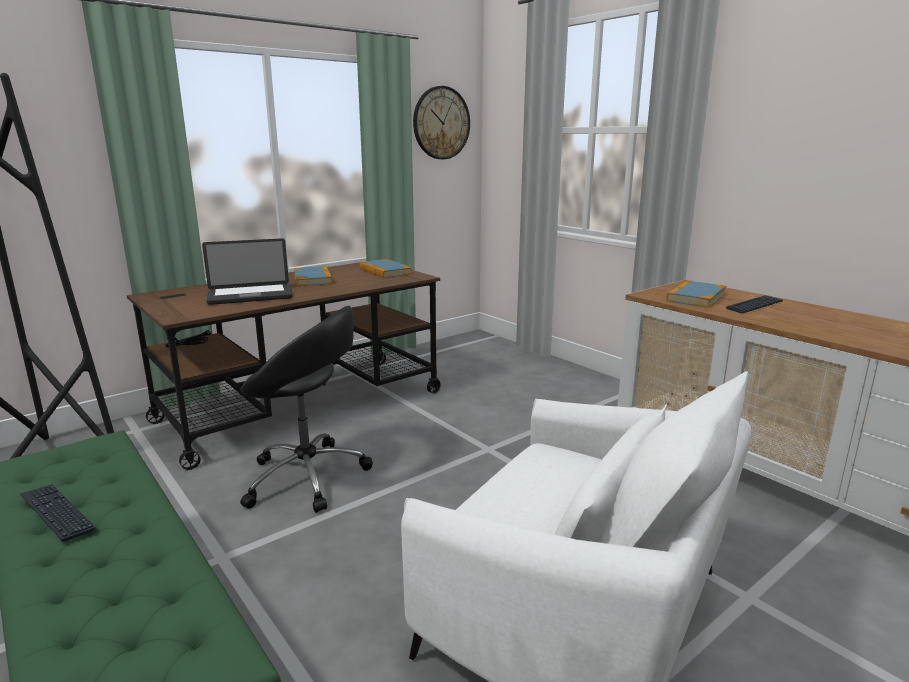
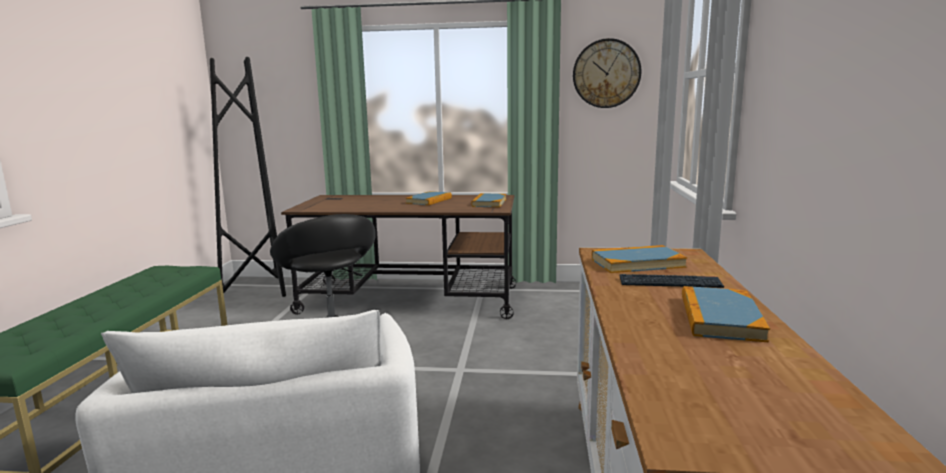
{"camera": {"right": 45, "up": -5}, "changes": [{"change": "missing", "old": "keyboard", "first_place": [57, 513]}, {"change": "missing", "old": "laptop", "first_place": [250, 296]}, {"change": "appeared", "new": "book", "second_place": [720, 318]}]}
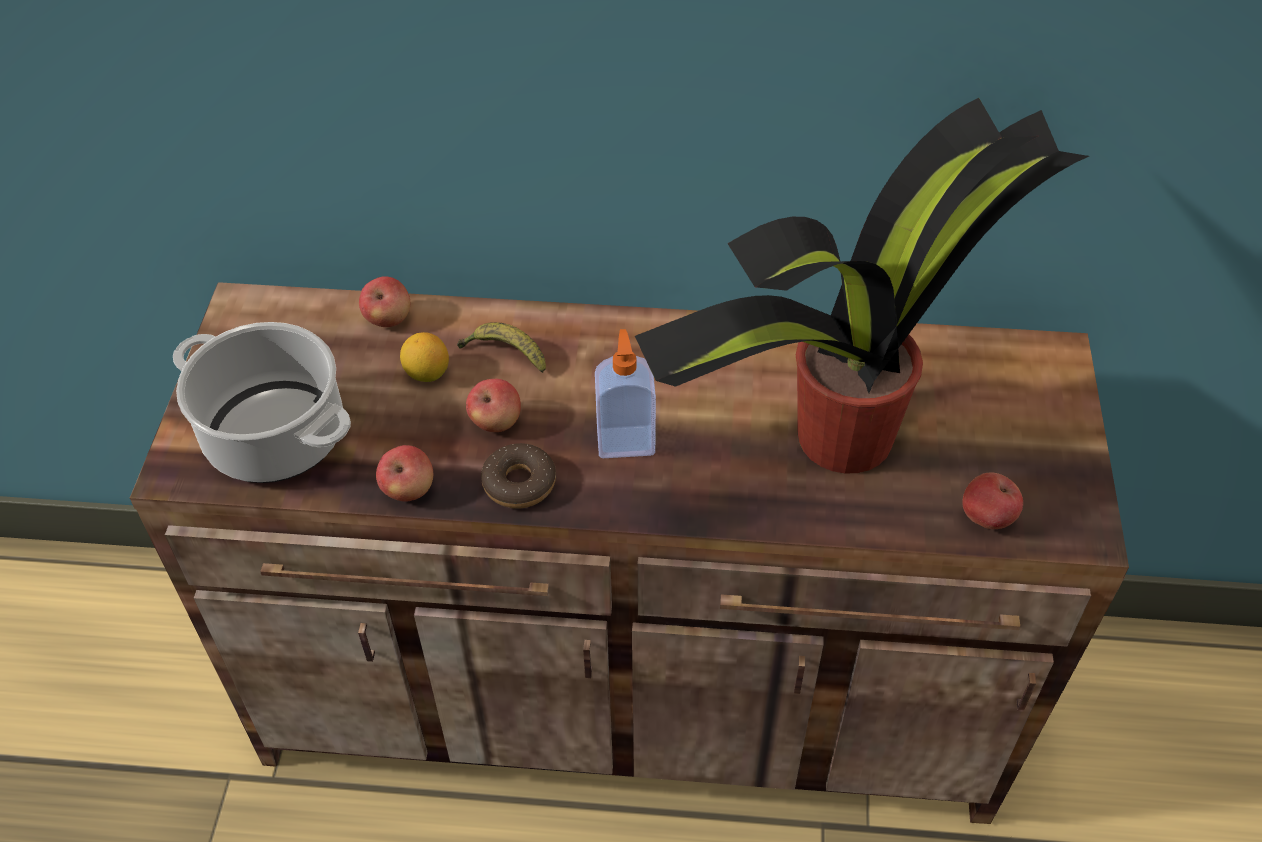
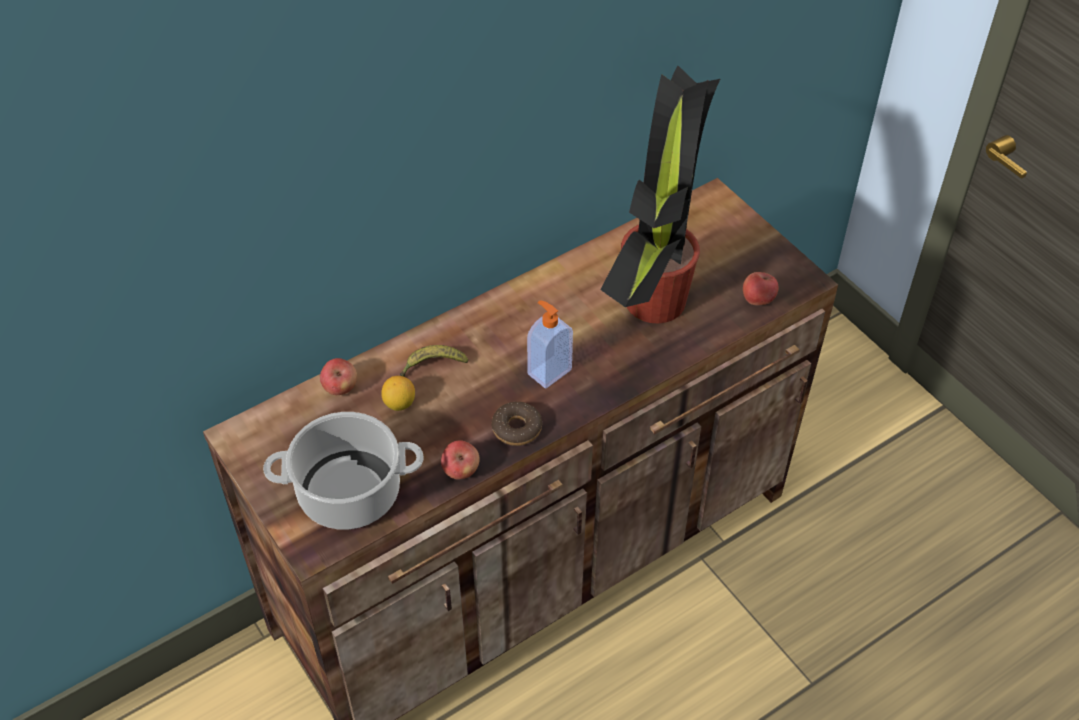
{"camera": {"right": -40, "up": 0}, "changes": [{"change": "missing", "old": "apple", "first_place": [496, 422]}]}
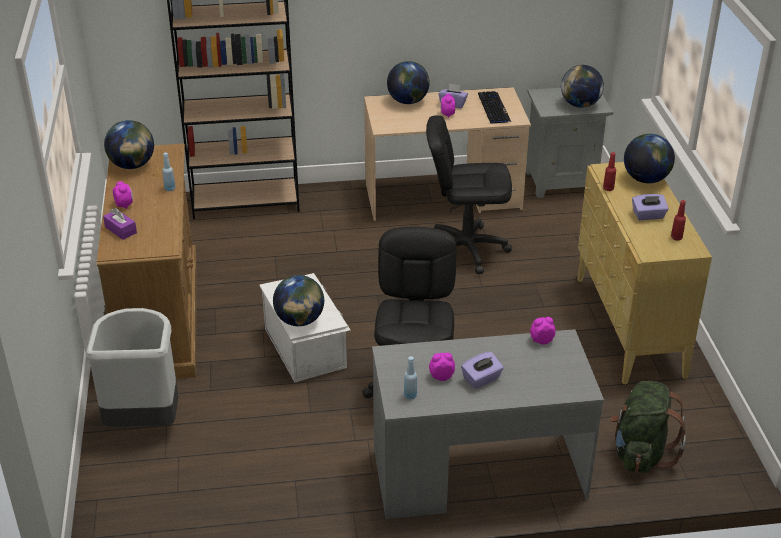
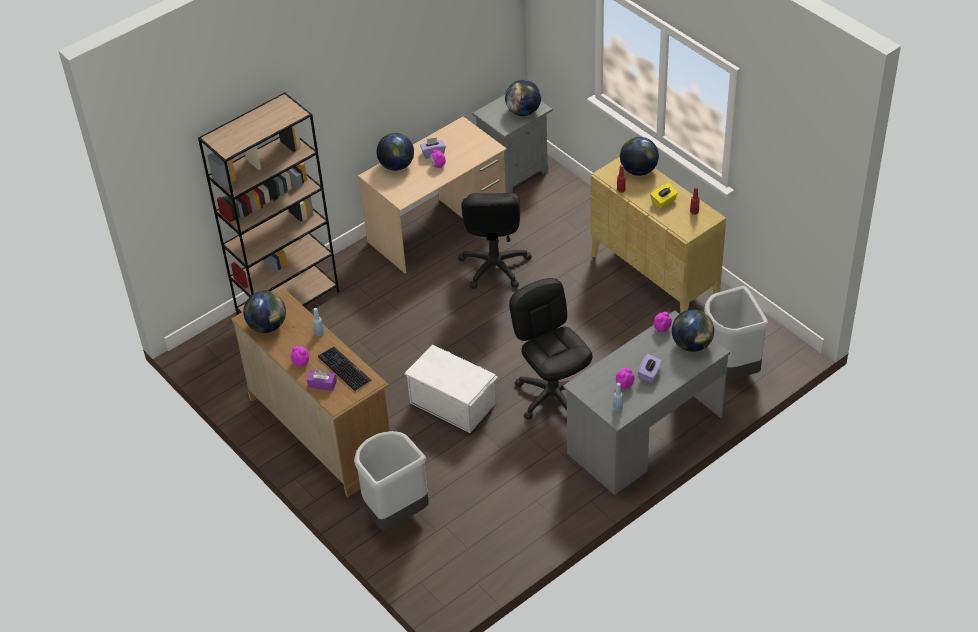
{"camera": {"right": -30, "up": 10}, "changes": [{"change": "relocated", "old": "globe", "first_place": [300, 320], "second_place": [692, 345]}, {"change": "relocated", "old": "keyboard", "first_place": [493, 108], "second_place": [344, 369]}, {"change": "exchanged", "old": "green backpack", "new": "grey trash can", "first_place": [640, 453], "second_place": [729, 369]}, {"change": "colour", "old": "purple tissue box", "new": "yellow tissue box", "first_place": [648, 215], "second_place": [663, 201]}, {"change": "spun", "old": "black office chair", "first_place": [466, 249], "second_place": [494, 266], "degrees": -60}]}
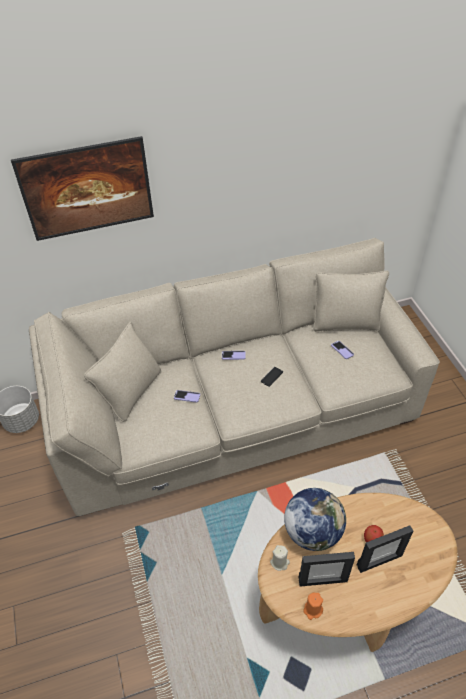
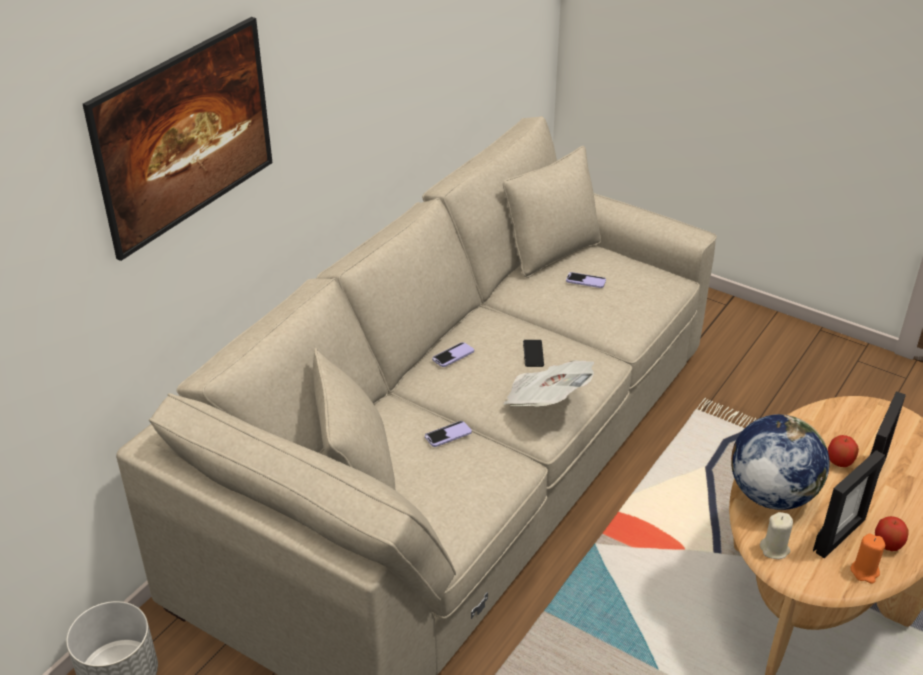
{"camera": {"right": -40, "up": -10}, "changes": [{"change": "appeared", "new": "newspaper", "second_place": [546, 401]}, {"change": "appeared", "new": "apple", "second_place": [887, 544]}]}
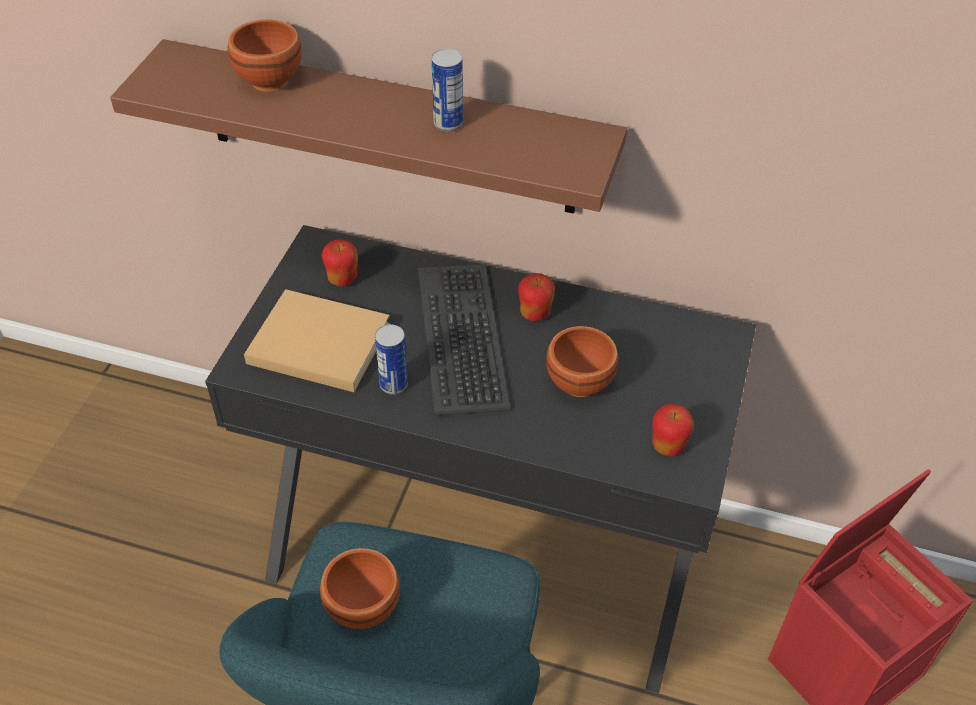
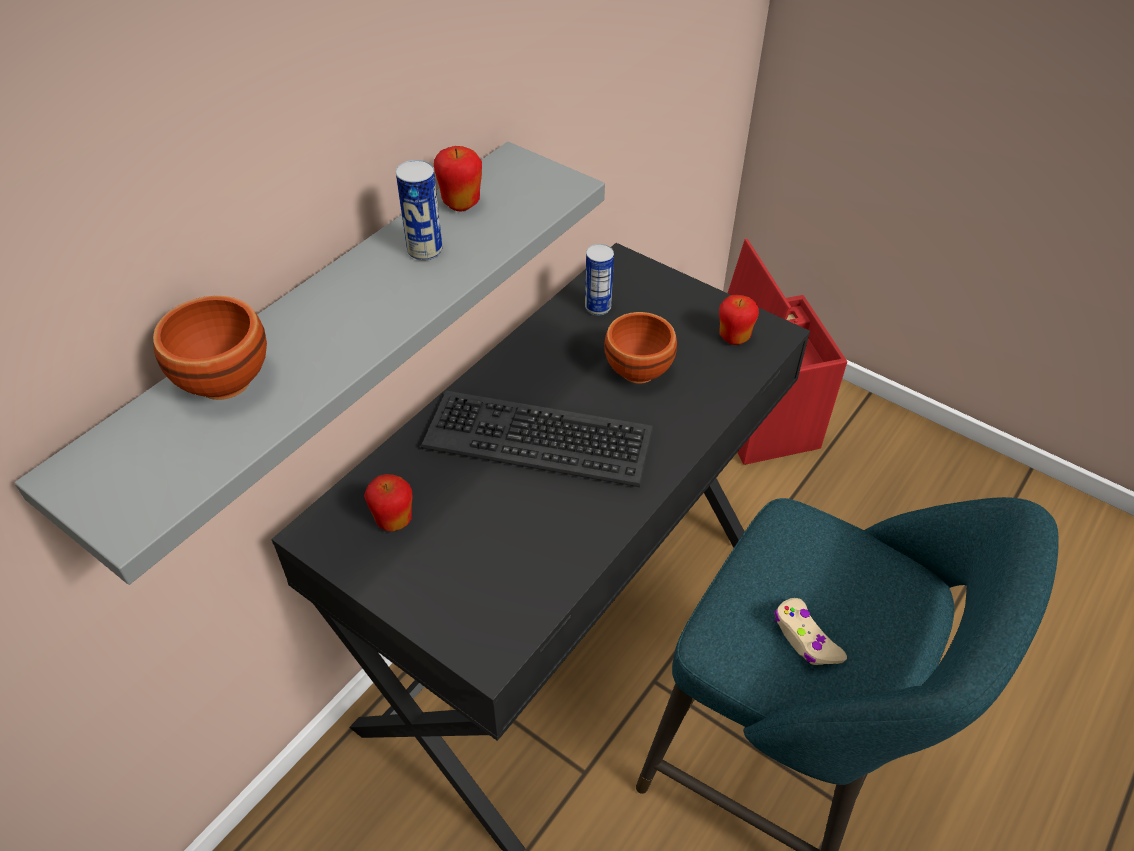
{"camera": {"right": -70, "up": 0}, "changes": [{"change": "missing", "old": "beige book", "first_place": [315, 343]}, {"change": "relocated", "old": "can", "first_place": [393, 385], "second_place": [598, 307]}, {"change": "relocated", "old": "apple", "first_place": [535, 314], "second_place": [461, 203]}, {"change": "exchanged", "old": "brown bowl", "new": "beige game controller", "first_place": [363, 605], "second_place": [805, 638]}, {"change": "colour", "old": "brown shelf", "new": "grey shelf", "first_place": [388, 128], "second_place": [318, 337]}]}
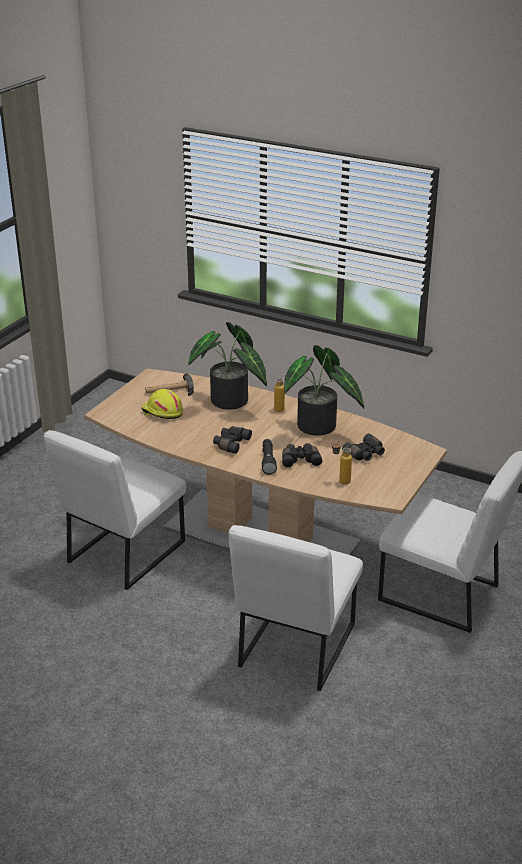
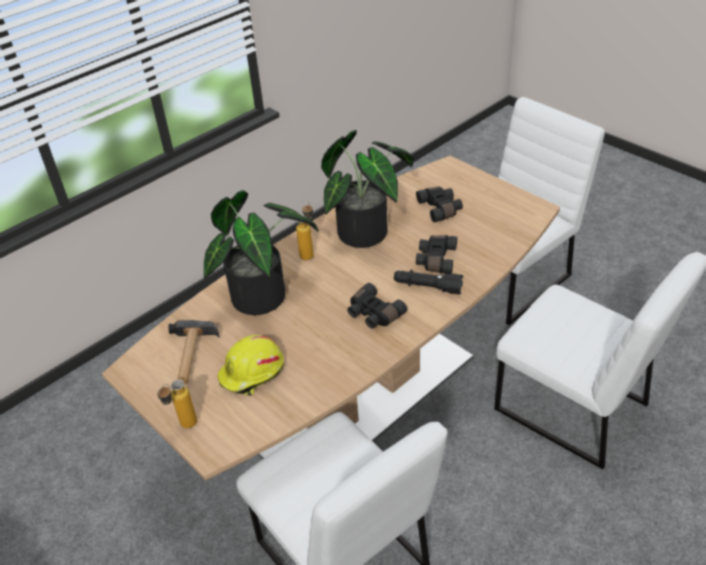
{"camera": {"right": -70, "up": 10}, "changes": [{"change": "relocated", "old": "bottle", "first_place": [340, 480], "second_place": [183, 427]}]}
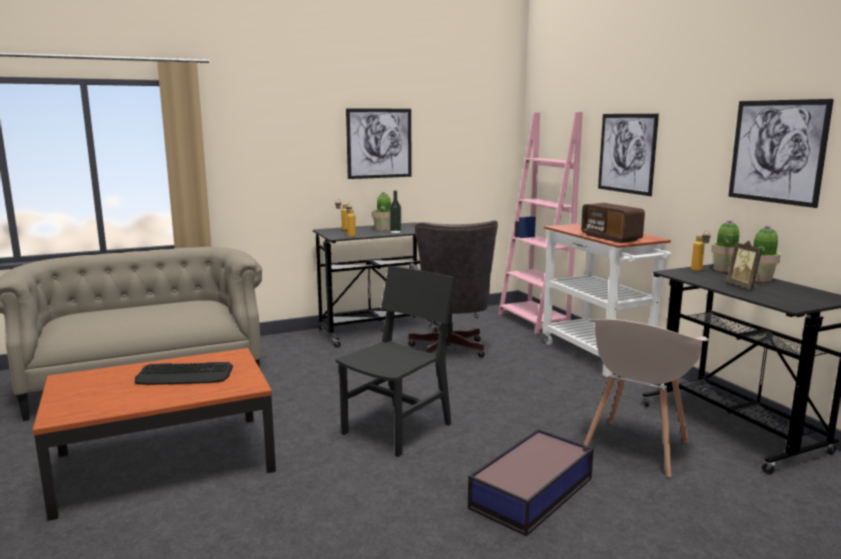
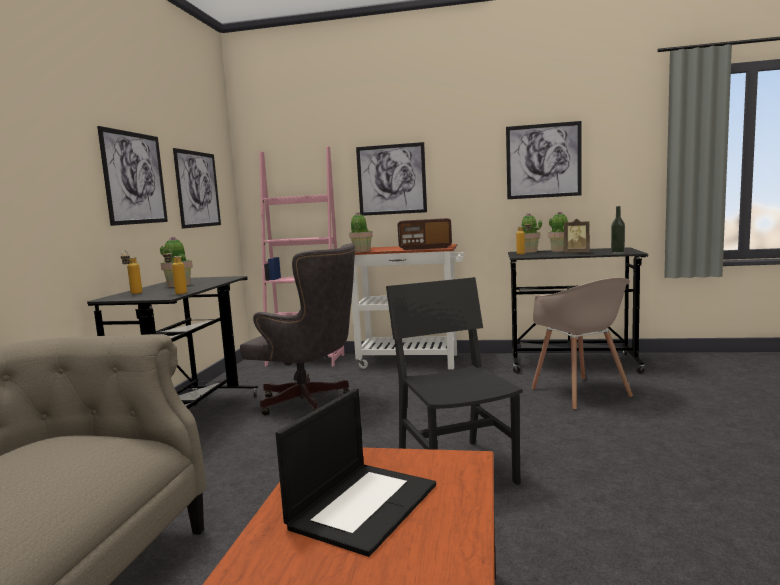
{"camera": {"right": -55, "up": -5}, "changes": [{"change": "missing", "old": "storage box", "first_place": [533, 492]}, {"change": "appeared", "new": "picture", "second_place": [198, 189]}, {"change": "appeared", "new": "potted plant", "second_place": [361, 251]}, {"change": "relocated", "old": "bottle", "first_place": [395, 231], "second_place": [617, 253]}, {"change": "exchanged", "old": "keyboard", "new": "laptop", "first_place": [185, 375], "second_place": [363, 505]}]}
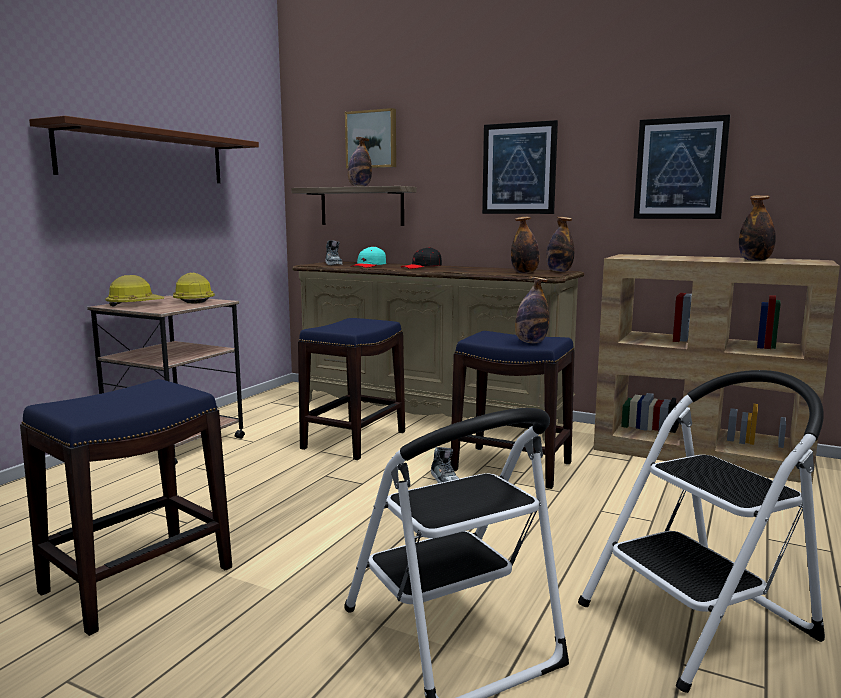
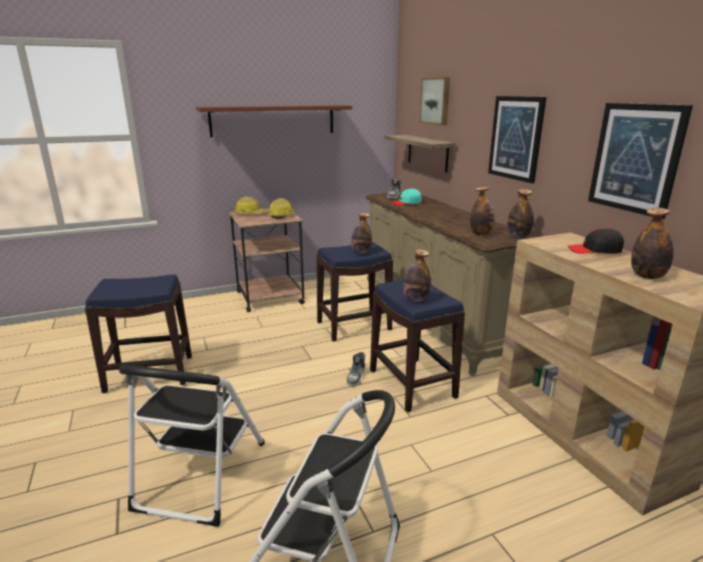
{"camera": {"right": 40, "up": 10}, "changes": [{"change": "relocated", "old": "bottle", "first_place": [359, 186], "second_place": [361, 252]}, {"change": "relocated", "old": "black cap", "first_place": [422, 267], "second_place": [595, 250]}]}
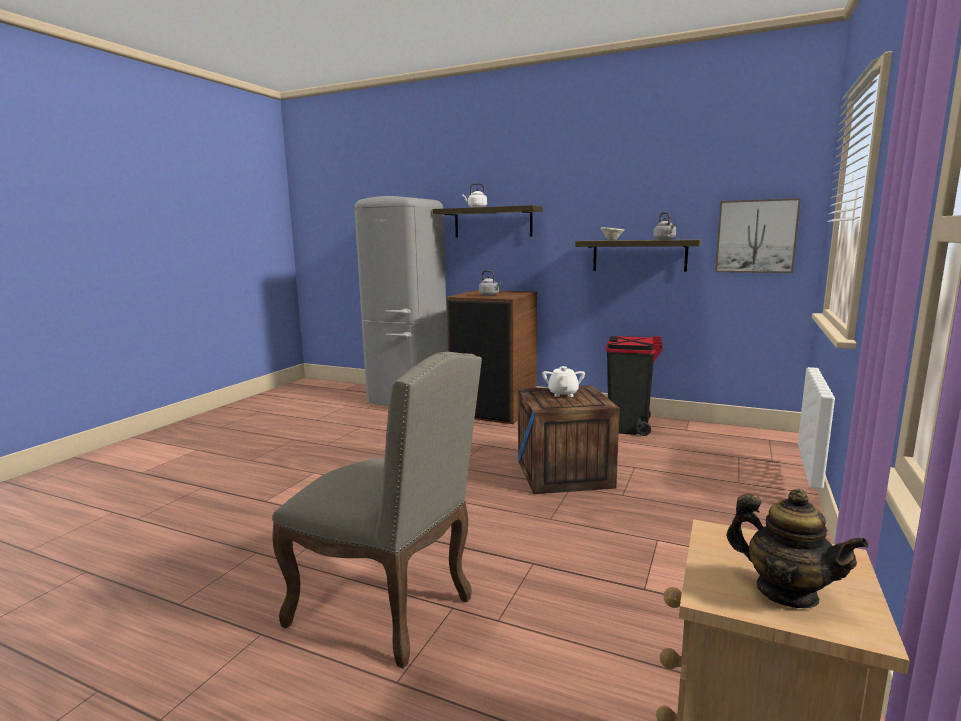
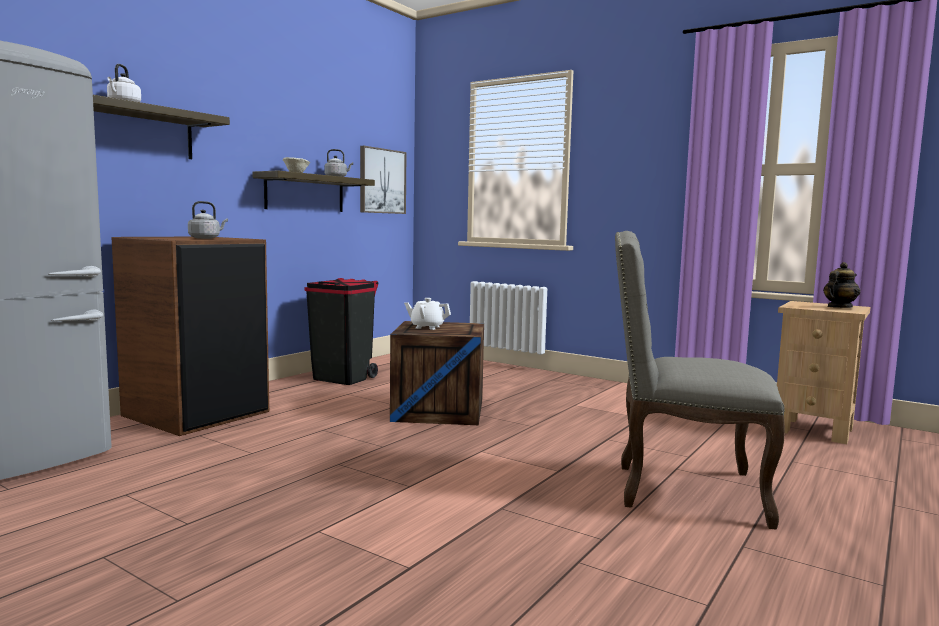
{"camera": {"right": -80, "up": -5}, "changes": [{"change": "spun", "old": "grey chair", "first_place": [387, 609], "second_place": [685, 491], "degrees": -120}]}
